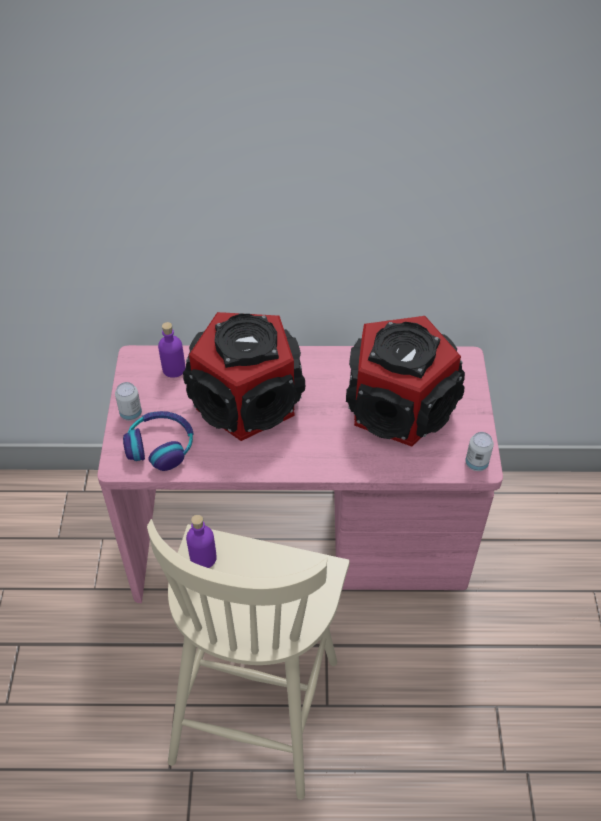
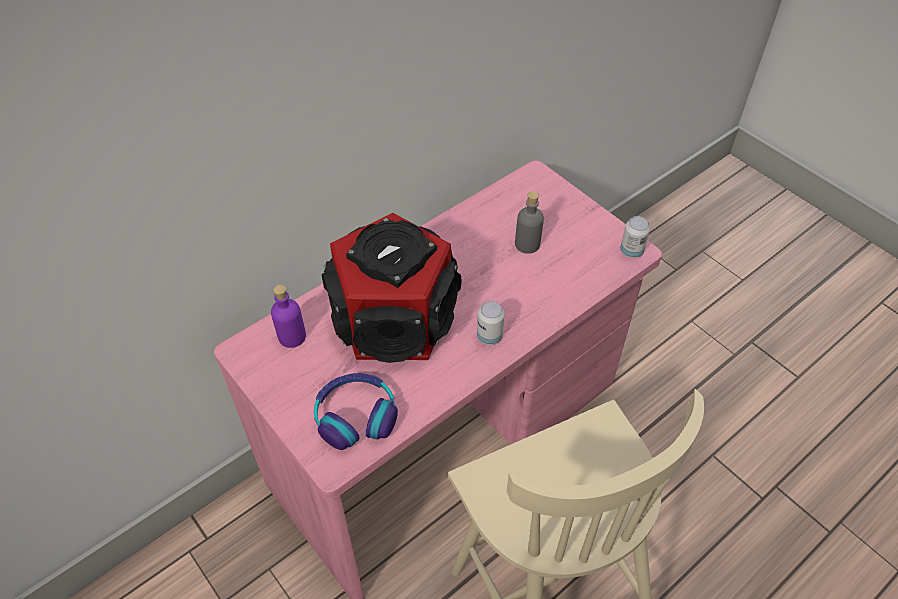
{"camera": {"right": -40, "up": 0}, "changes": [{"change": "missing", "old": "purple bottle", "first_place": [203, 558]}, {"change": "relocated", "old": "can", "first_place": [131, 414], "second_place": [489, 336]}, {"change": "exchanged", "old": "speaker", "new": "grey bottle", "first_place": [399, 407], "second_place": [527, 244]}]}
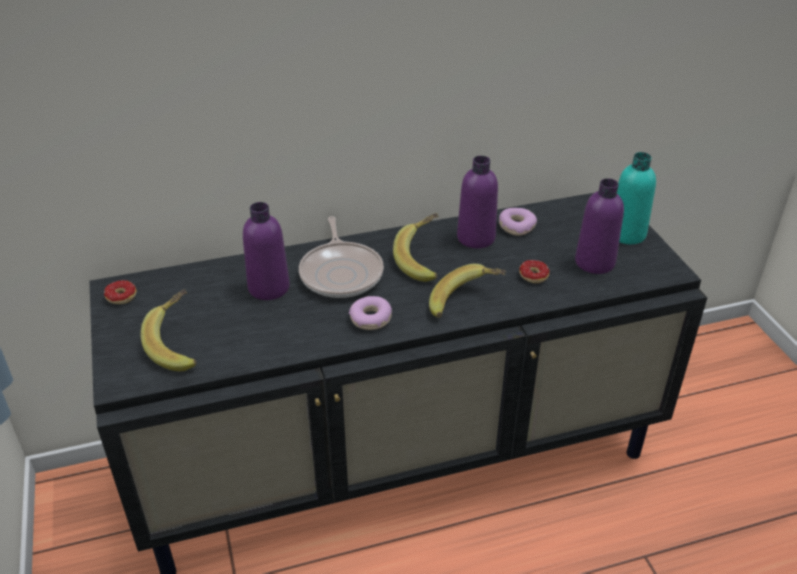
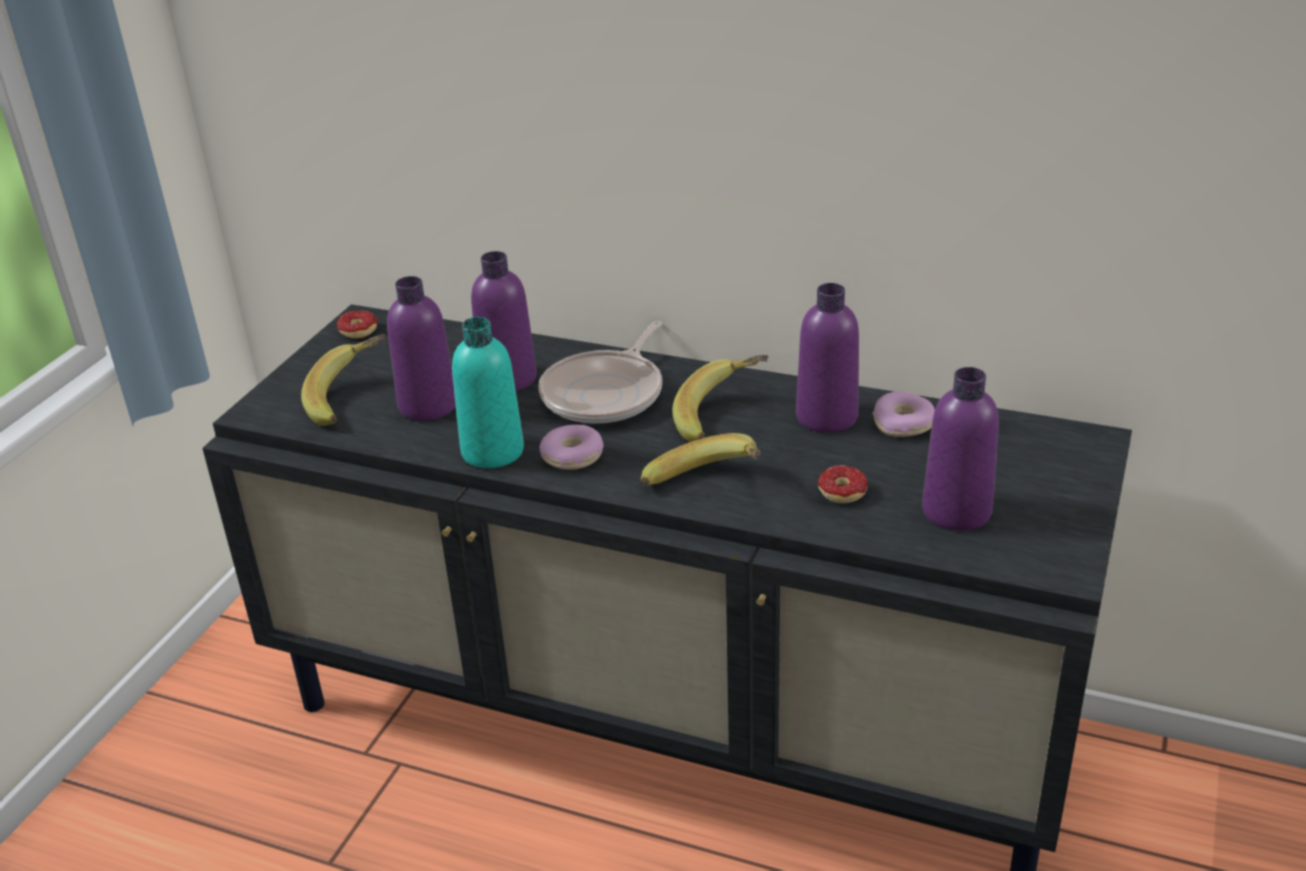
{"camera": {"right": 40, "up": -5}, "changes": [{"change": "appeared", "new": "purple bottle", "second_place": [428, 406]}, {"change": "relocated", "old": "turquoise bottle", "first_place": [626, 234], "second_place": [492, 451]}]}
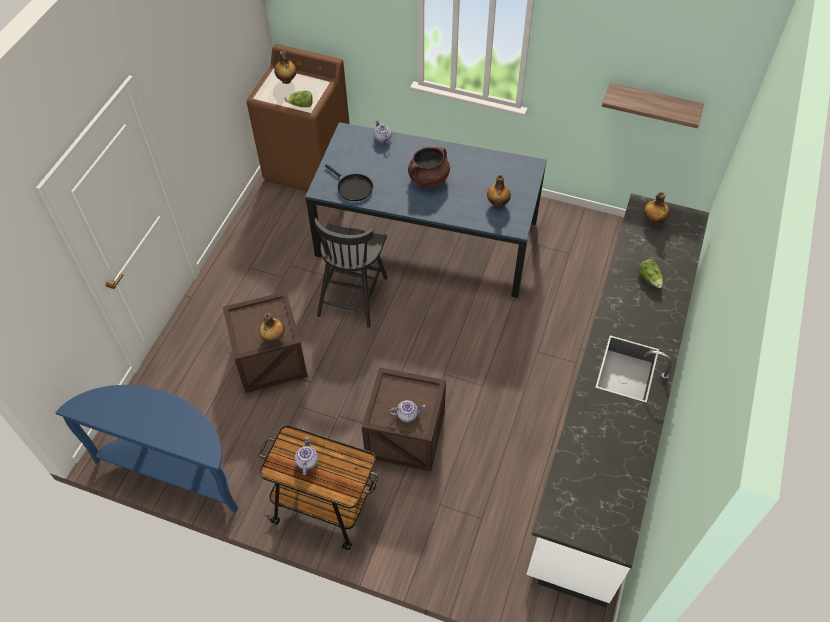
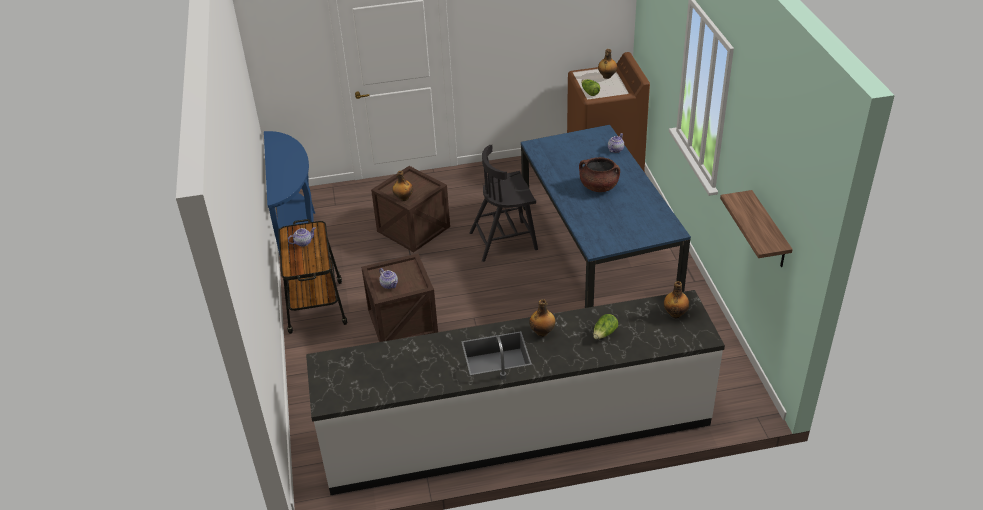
{"camera": {"right": 60, "up": -15}, "changes": [{"change": "missing", "old": "black frying pan", "first_place": [353, 188]}, {"change": "relocated", "old": "bottle", "first_place": [498, 204], "second_place": [542, 332]}]}
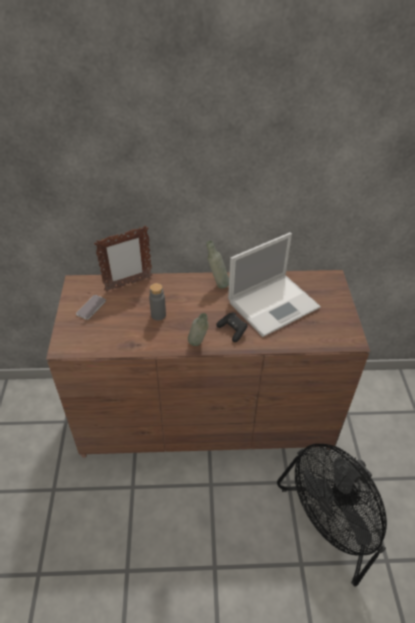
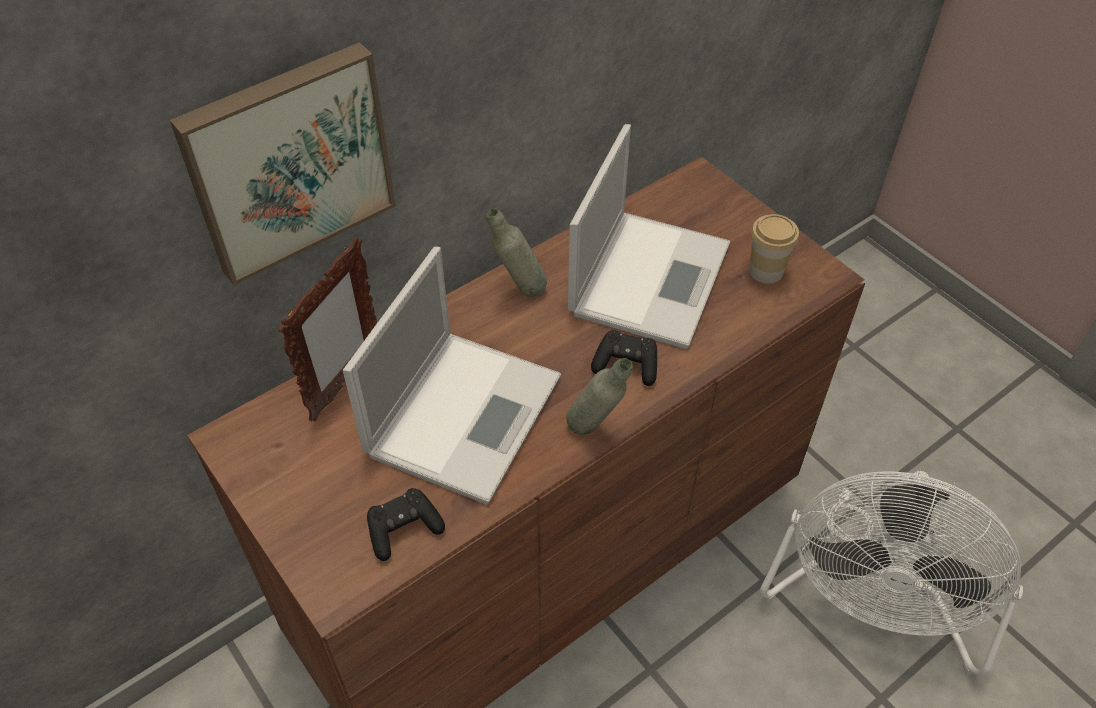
{"camera": {"right": -35, "up": 5}, "changes": [{"change": "missing", "old": "phone", "first_place": [91, 307]}, {"change": "appeared", "new": "picture", "second_place": [288, 161]}, {"change": "appeared", "new": "black game controller", "second_place": [404, 529]}, {"change": "appeared", "new": "cup", "second_place": [766, 271]}, {"change": "exchanged", "old": "grey bottle", "new": "laptop", "first_place": [158, 315], "second_place": [465, 412]}, {"change": "colour", "old": "black fan", "new": "white fan", "first_place": [330, 518], "second_place": [866, 595]}]}
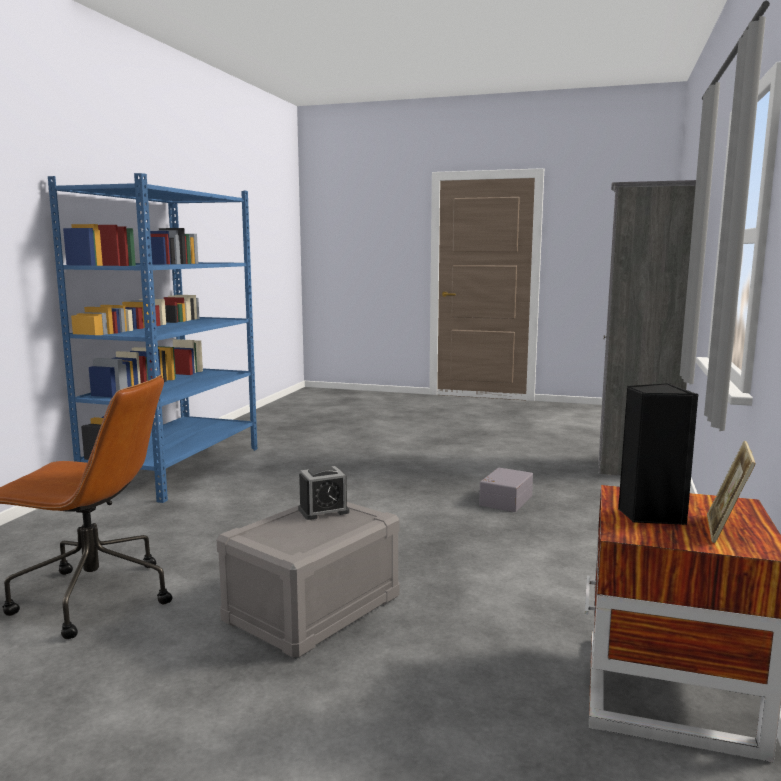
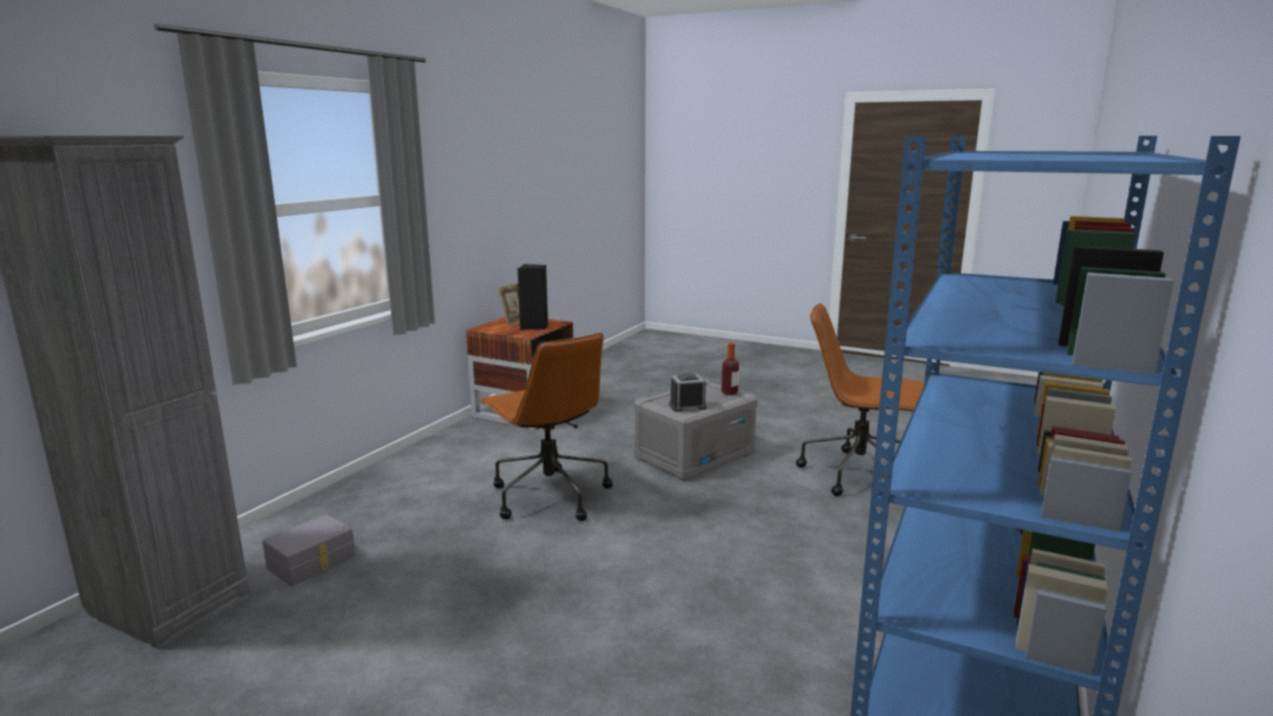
{"camera": {"right": -170, "up": 5}, "changes": [{"change": "appeared", "new": "brown office chair", "second_place": [548, 495]}, {"change": "appeared", "new": "bottle", "second_place": [729, 393]}, {"change": "relocated", "old": "grey storage box", "first_place": [504, 500], "second_place": [313, 563]}]}
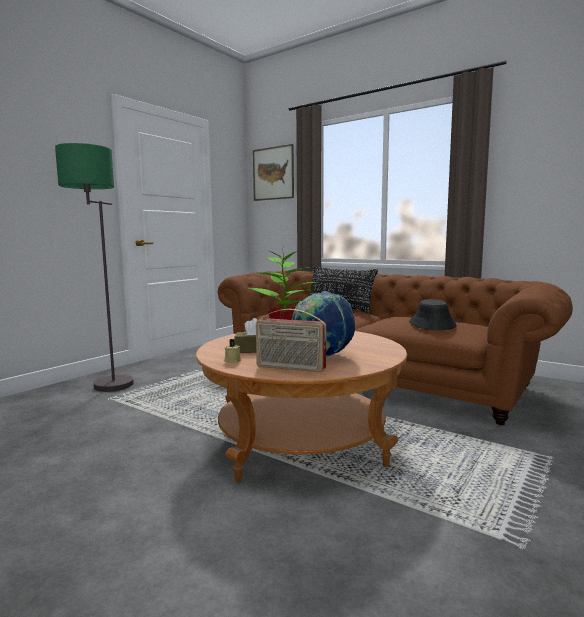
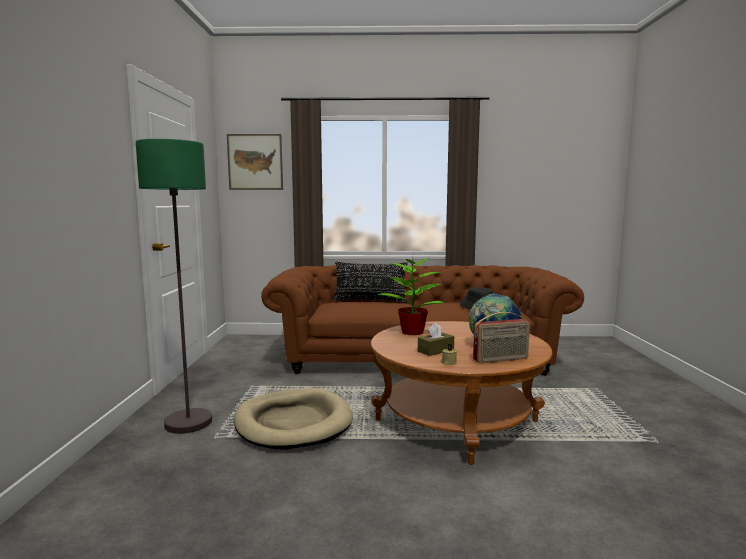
{"camera": {"right": -35, "up": 0}, "changes": [{"change": "appeared", "new": "beige dog bed", "second_place": [293, 423]}]}
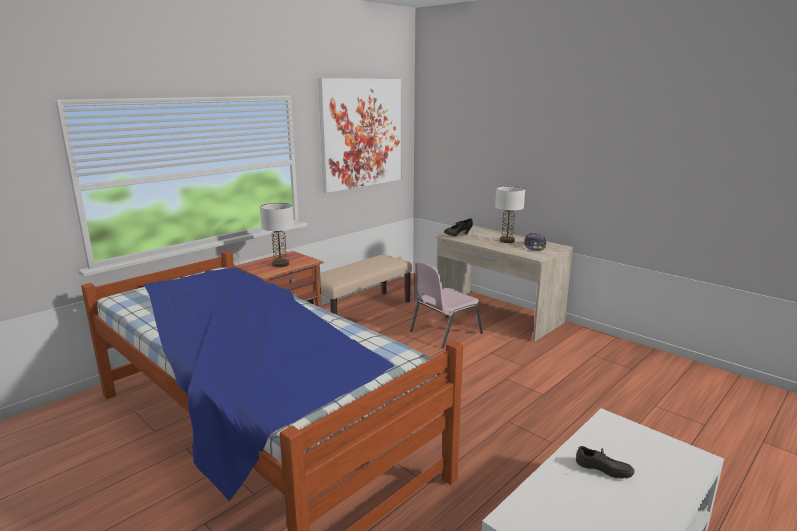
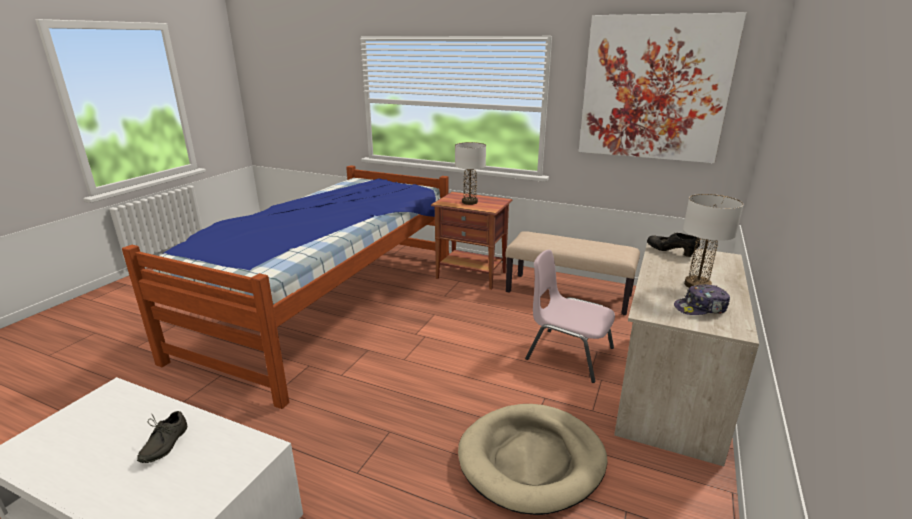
{"camera": {"right": 70, "up": 5}, "changes": [{"change": "appeared", "new": "beige dog bed", "second_place": [531, 460]}]}
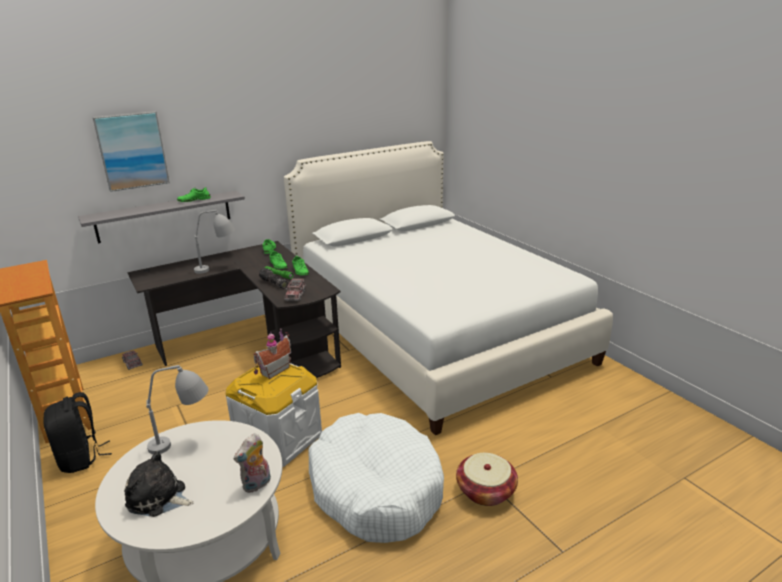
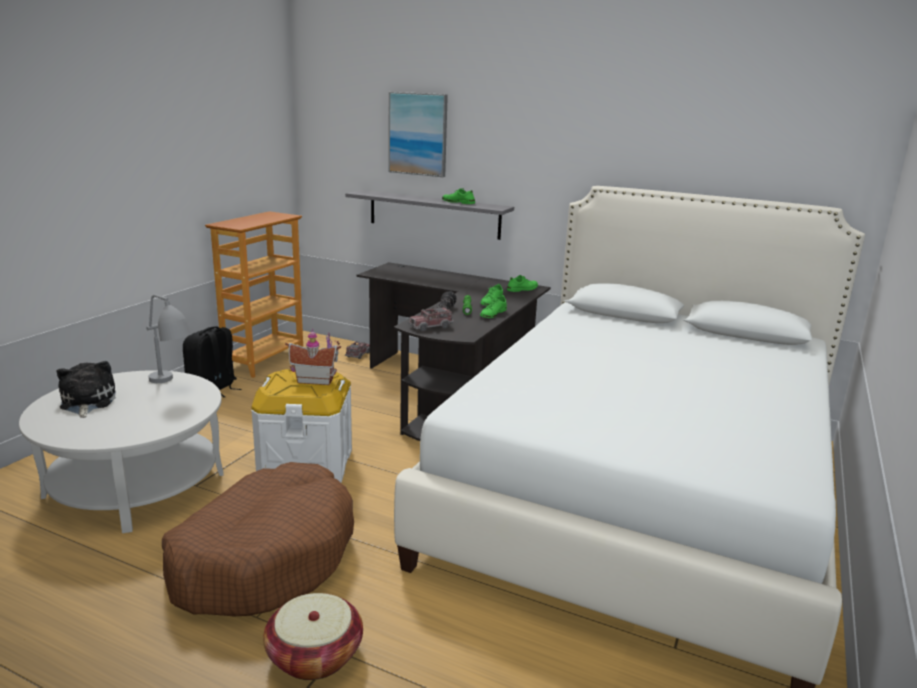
{"camera": {"right": 55, "up": -5}, "changes": [{"change": "missing", "old": "grey table lamp", "first_place": [218, 268]}, {"change": "missing", "old": "plush toy", "first_place": [257, 485]}, {"change": "colour", "old": "white dog bed", "new": "brown dog bed", "first_place": [375, 488], "second_place": [264, 557]}]}
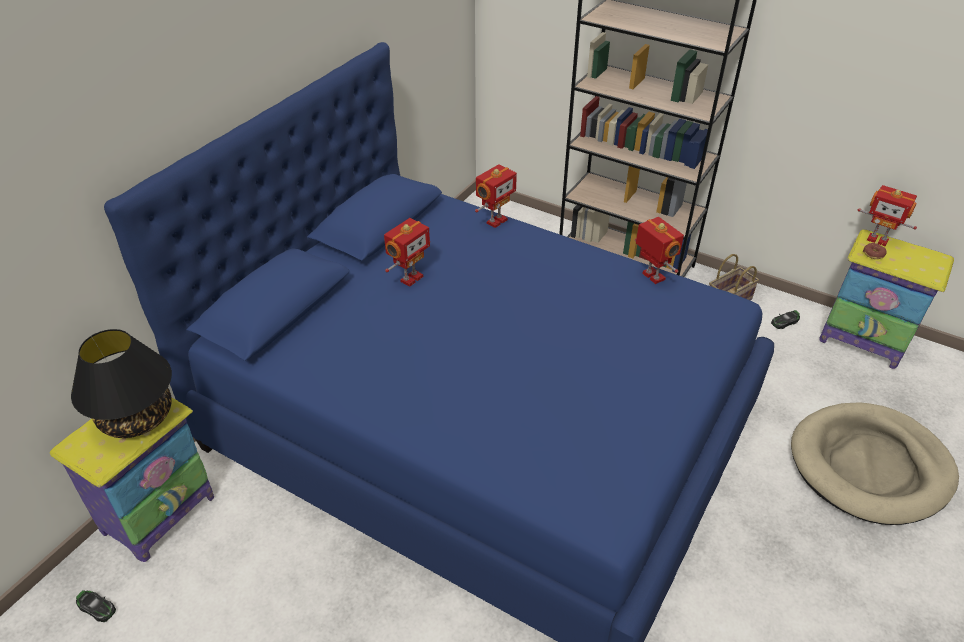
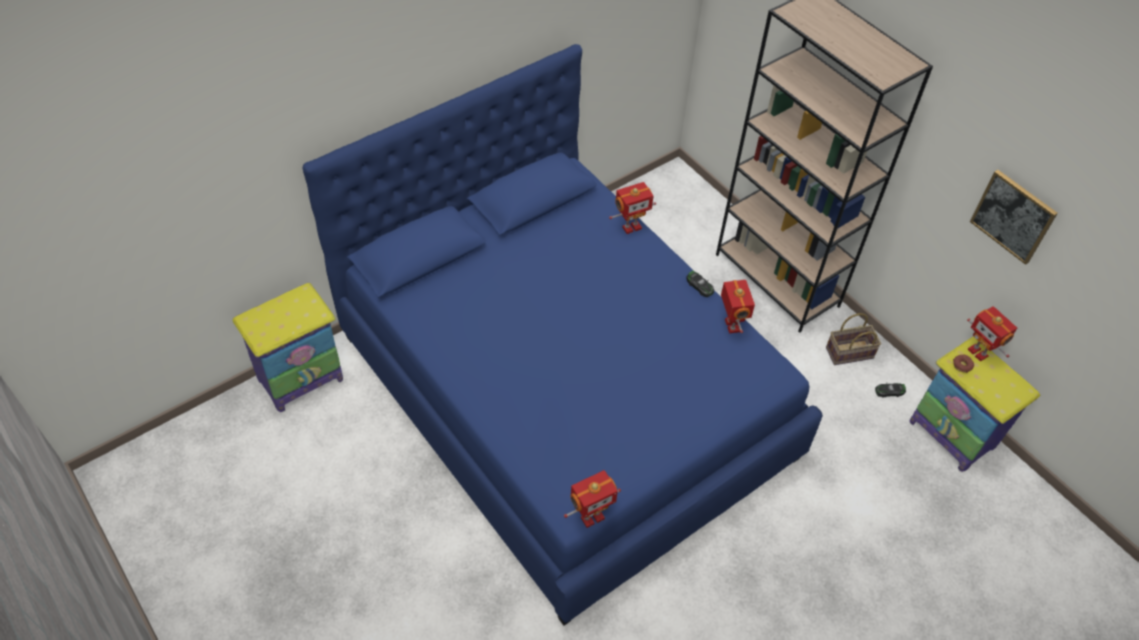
{"camera": {"right": 20, "up": 10}, "changes": [{"change": "missing", "old": "black table lamp", "first_place": [138, 417]}, {"change": "missing", "old": "beige dog bed", "first_place": [869, 466]}, {"change": "appeared", "new": "picture", "second_place": [1013, 216]}, {"change": "relocated", "old": "toy car", "first_place": [96, 608], "second_place": [699, 286]}, {"change": "relocated", "old": "toy robot", "first_place": [410, 278], "second_place": [591, 516]}]}
